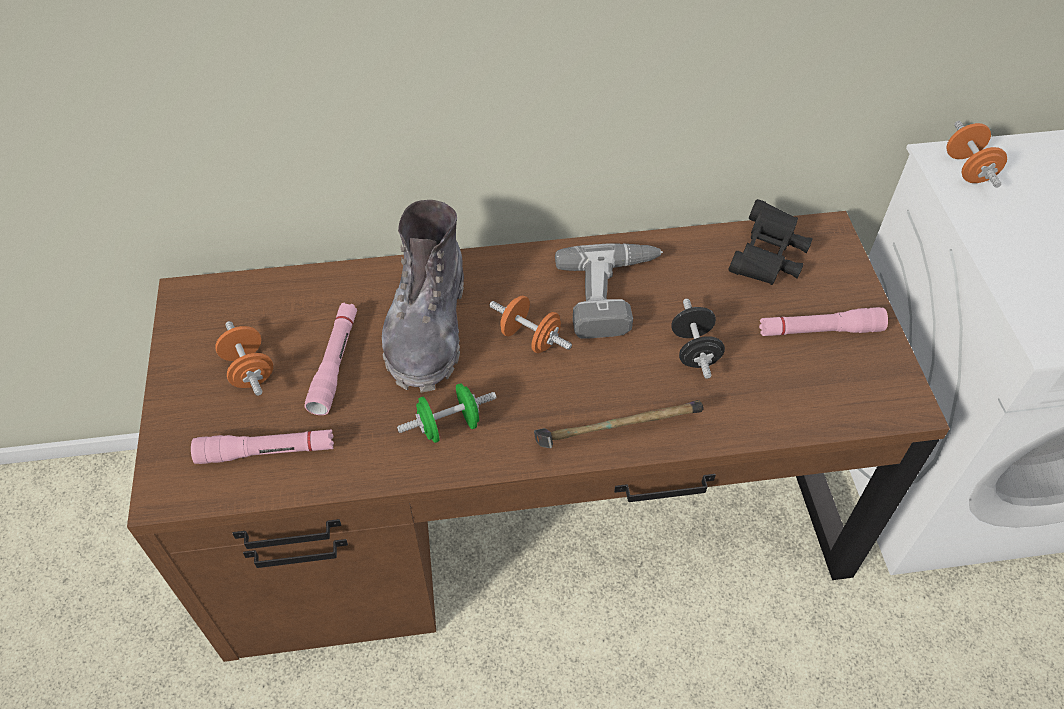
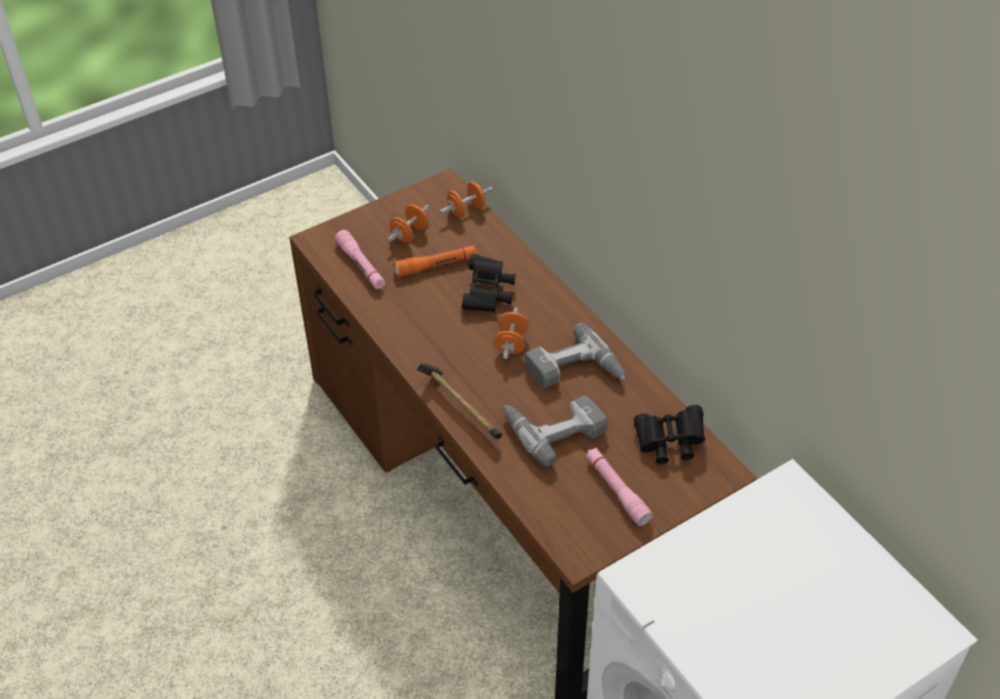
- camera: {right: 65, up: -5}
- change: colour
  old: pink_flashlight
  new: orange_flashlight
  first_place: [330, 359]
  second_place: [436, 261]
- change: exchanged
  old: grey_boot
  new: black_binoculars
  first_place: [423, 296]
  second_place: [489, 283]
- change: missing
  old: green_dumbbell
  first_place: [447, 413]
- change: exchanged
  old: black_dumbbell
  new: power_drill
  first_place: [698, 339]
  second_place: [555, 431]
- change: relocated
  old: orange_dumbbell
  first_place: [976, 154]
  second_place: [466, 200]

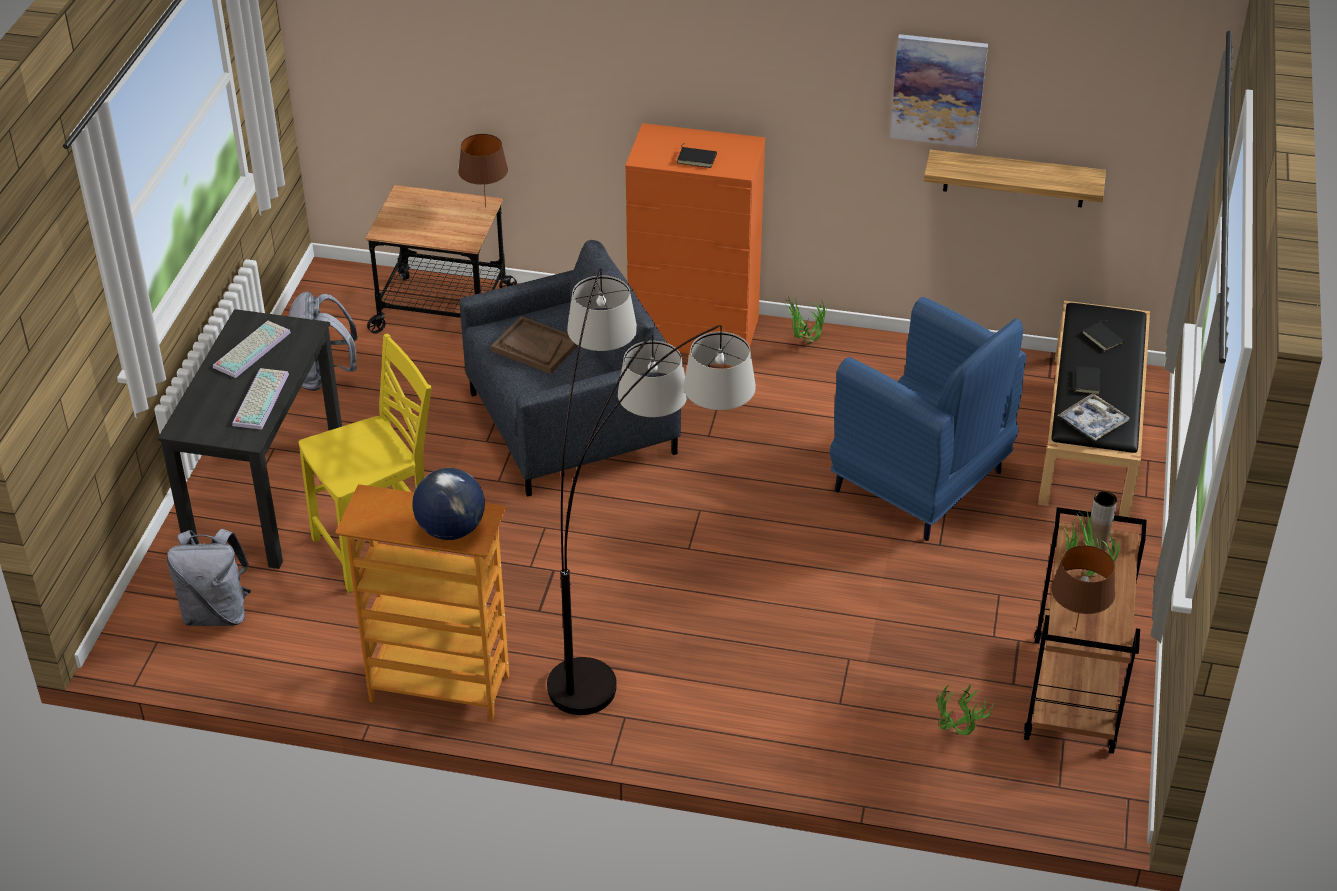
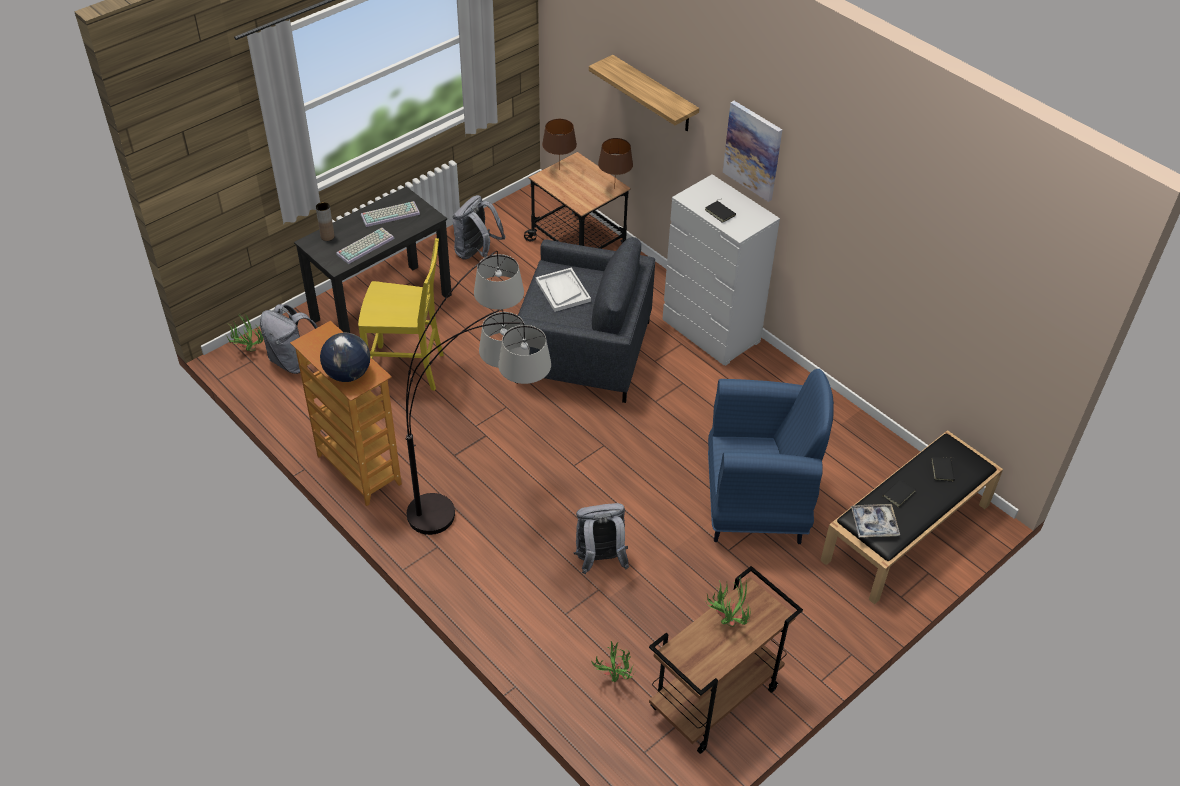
- camera: {right: 35, up: 5}
- change: colour
  old: brown_tray
  new: white_tray
  first_place: [534, 345]
  second_place: [563, 290]
- change: colour
  old: orange_dresser
  new: white_dresser
  first_place: [695, 238]
  second_place: [721, 270]
- change: relocated
  old: potted_plant
  first_place: [806, 320]
  second_place: [245, 333]
- change: spun
  old: blue_armchair
  first_place: [928, 419]
  second_place: [771, 456]
  degrees: -75
- change: relocated
  old: picture
  first_place: [939, 91]
  second_place: [752, 151]
- change: relocated
  old: shelf
  first_place: [1015, 179]
  second_place: [644, 93]
- change: relocated
  old: brown_table_lamp
  first_place: [1083, 588]
  second_place: [559, 144]
- change: relocated
  old: brown_vase
  first_place: [1102, 521]
  second_place: [325, 221]
- change: appeared
  new: grey_backpack
  second_place: [601, 538]

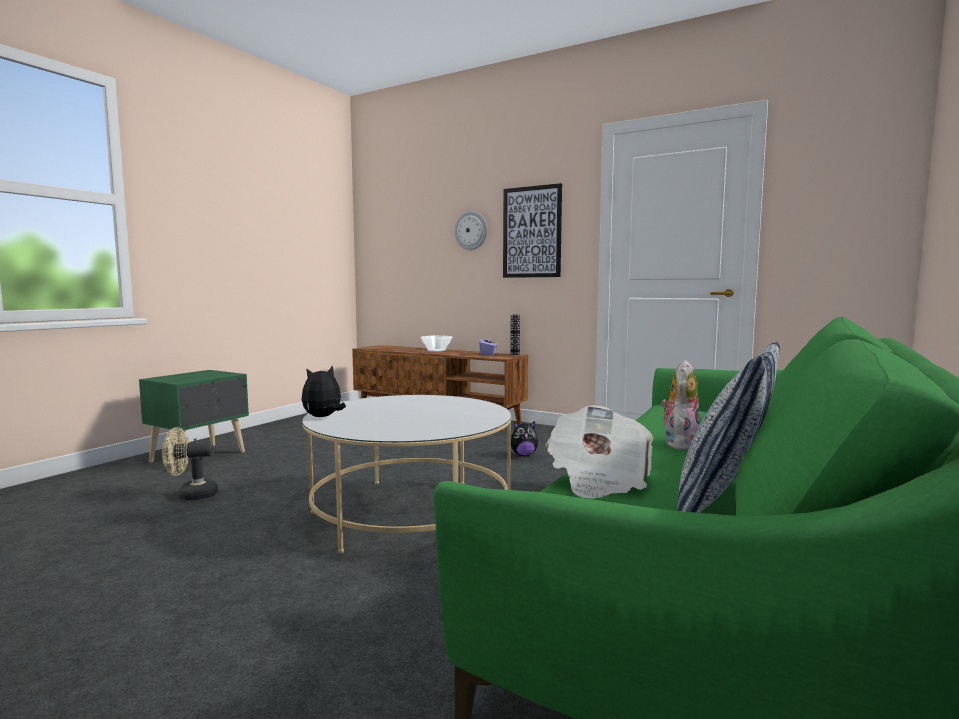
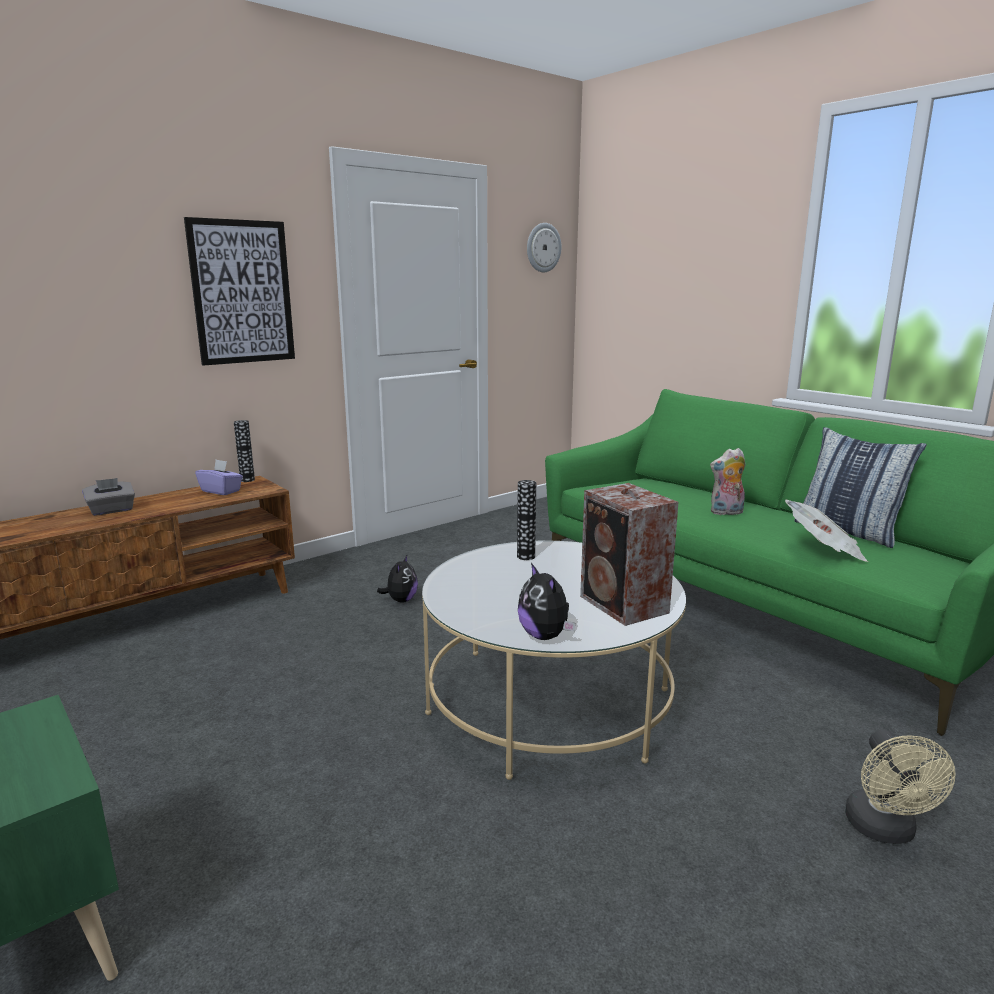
- camera: {right: -70, up: 10}
- change: relocated
  old: beige_fan
  first_place: [190, 463]
  second_place: [900, 787]
- change: exchanged
  old: bowl
  new: grey_tissue_box
  first_place: [437, 343]
  second_place: [108, 497]
- change: relocated
  old: wall_clock
  first_place: [470, 230]
  second_place: [544, 247]
- change: spun
  old: plush_toy
  first_place: [680, 405]
  second_place: [728, 481]
  degrees: -60
- change: appeared
  new: vase
  second_place: [526, 520]
- change: appeared
  new: speaker
  second_place: [629, 554]

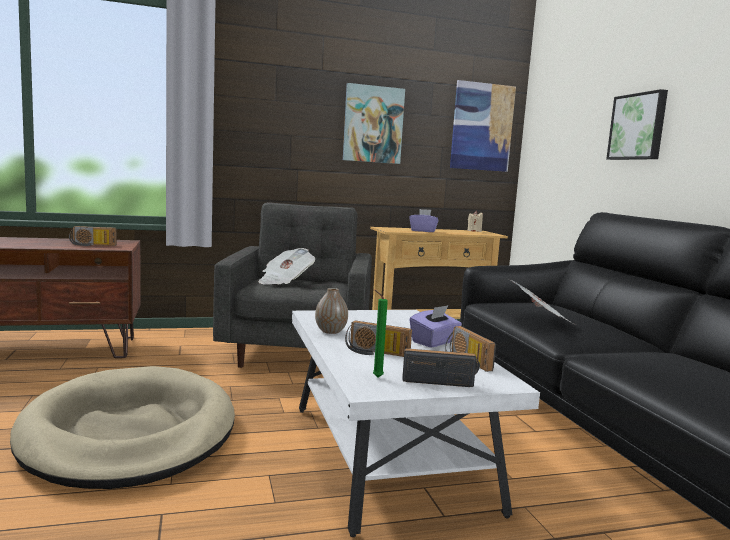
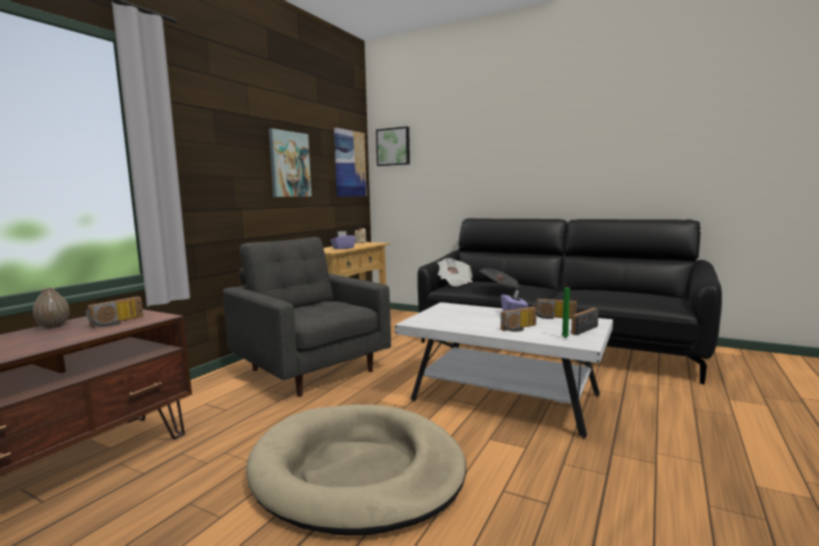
- camera: {right: -45, up: 0}
- change: relocated
  old: newspaper
  first_place: [286, 266]
  second_place: [455, 272]
- change: relocated
  old: vase
  first_place: [331, 311]
  second_place: [51, 308]
- change: relocated
  old: picture
  first_place: [637, 124]
  second_place: [393, 146]

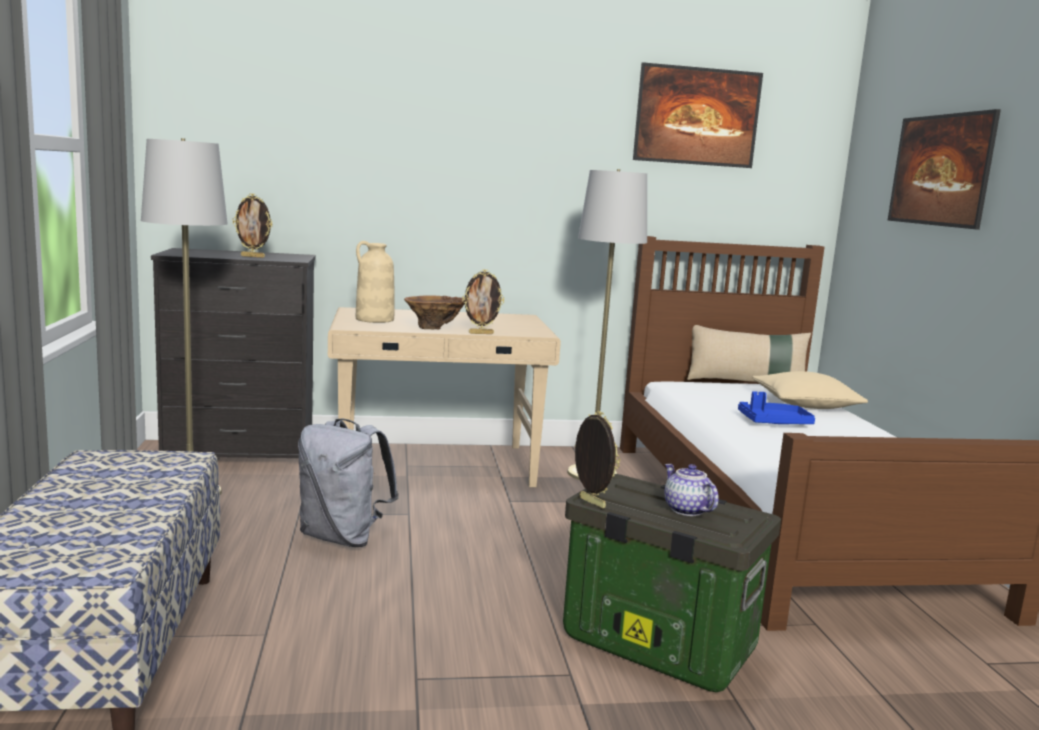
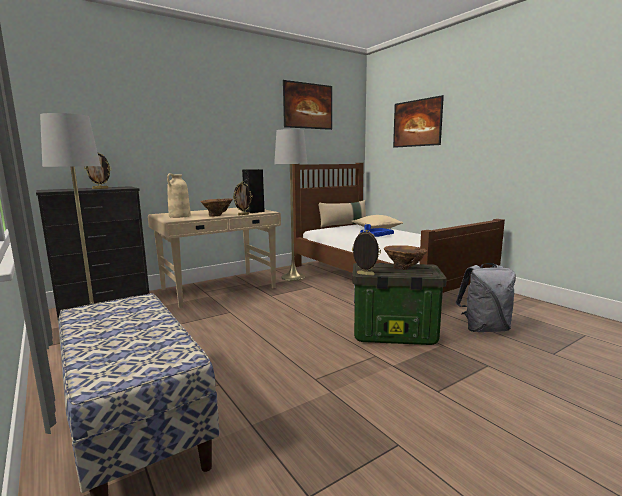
- camera: {right: -25, up: 0}
- change: relocated
  old: grey_backpack
  first_place: [348, 483]
  second_place: [486, 297]
- change: exchanged
  old: teapot
  new: brown_vase
  first_place: [692, 490]
  second_place: [405, 257]
- change: appeared
  new: black_speaker
  second_place: [253, 191]

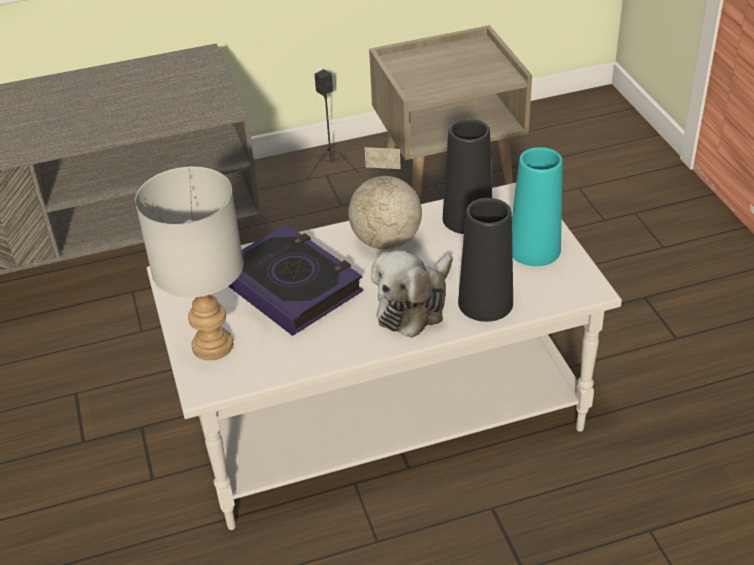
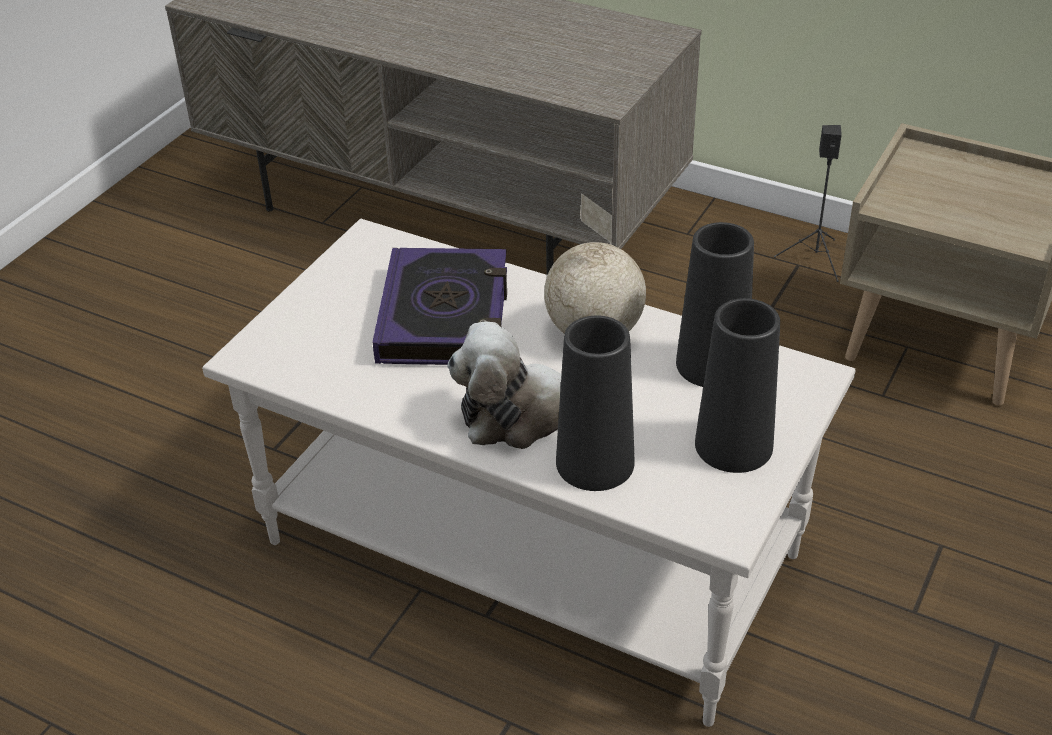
- camera: {right: 45, up: 0}
- change: missing
  old: grey_table_lamp
  first_place: [189, 263]
- change: colour
  old: turquoise_vase
  new: black_vase
  first_place: [537, 206]
  second_place: [737, 385]

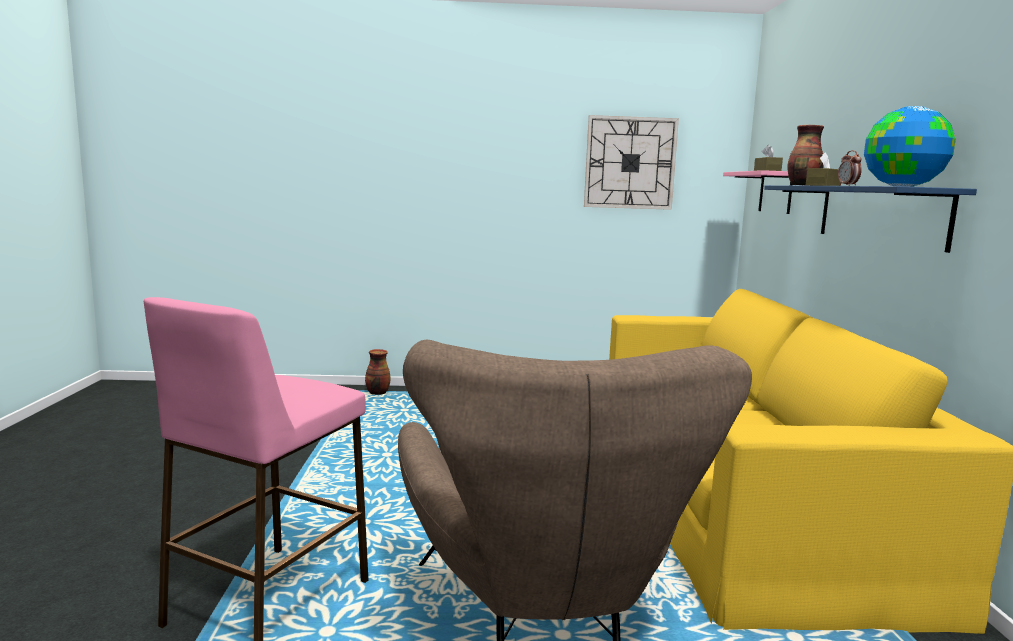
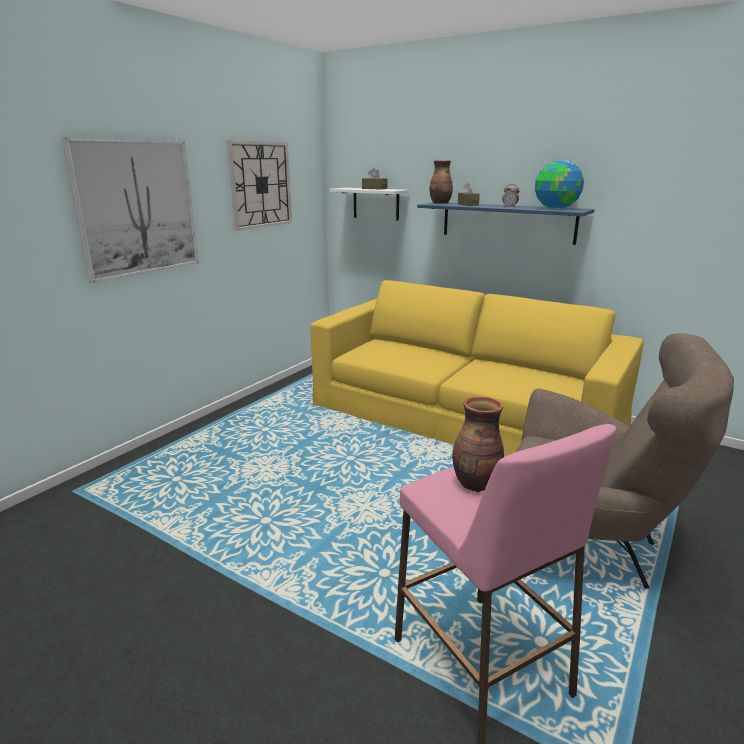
- camera: {right: -55, up: 10}
- change: relocated
  old: vase
  first_place: [378, 372]
  second_place: [478, 444]
- change: colour
  old: pink_shelf
  new: white_shelf
  first_place: [758, 192]
  second_place: [369, 204]
- change: appeared
  new: picture
  second_place: [130, 210]

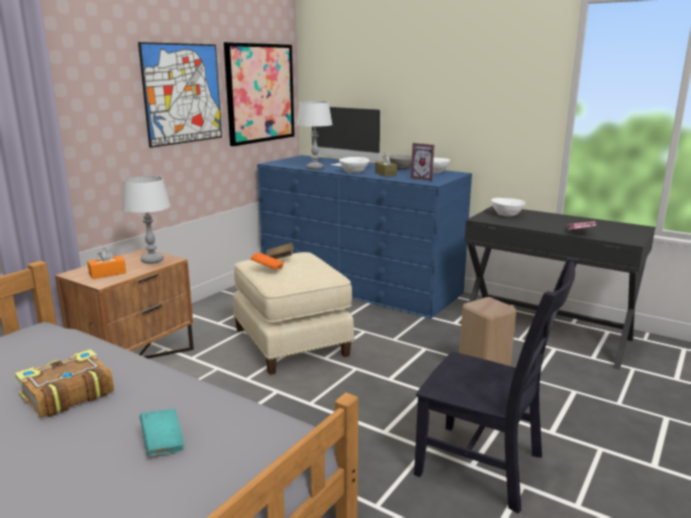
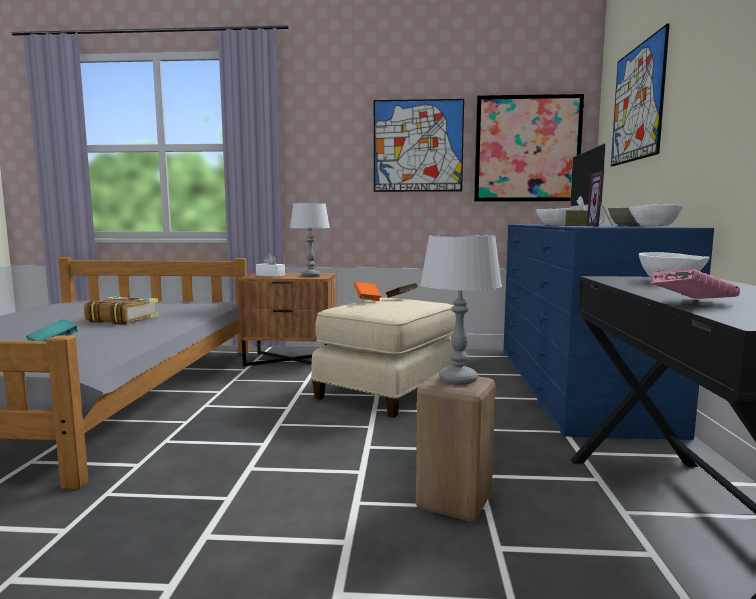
- camera: {right: 60, up: -10}
- change: colour
  old: orange_tissue_box
  new: white_tissue_box
  first_place: [106, 263]
  second_place: [270, 265]
- change: relocated
  old: grey_table_lamp
  first_place: [315, 135]
  second_place: [461, 310]
- change: missing
  old: black_chair
  first_place: [496, 385]
- change: appeared
  new: picture
  second_place: [640, 94]

